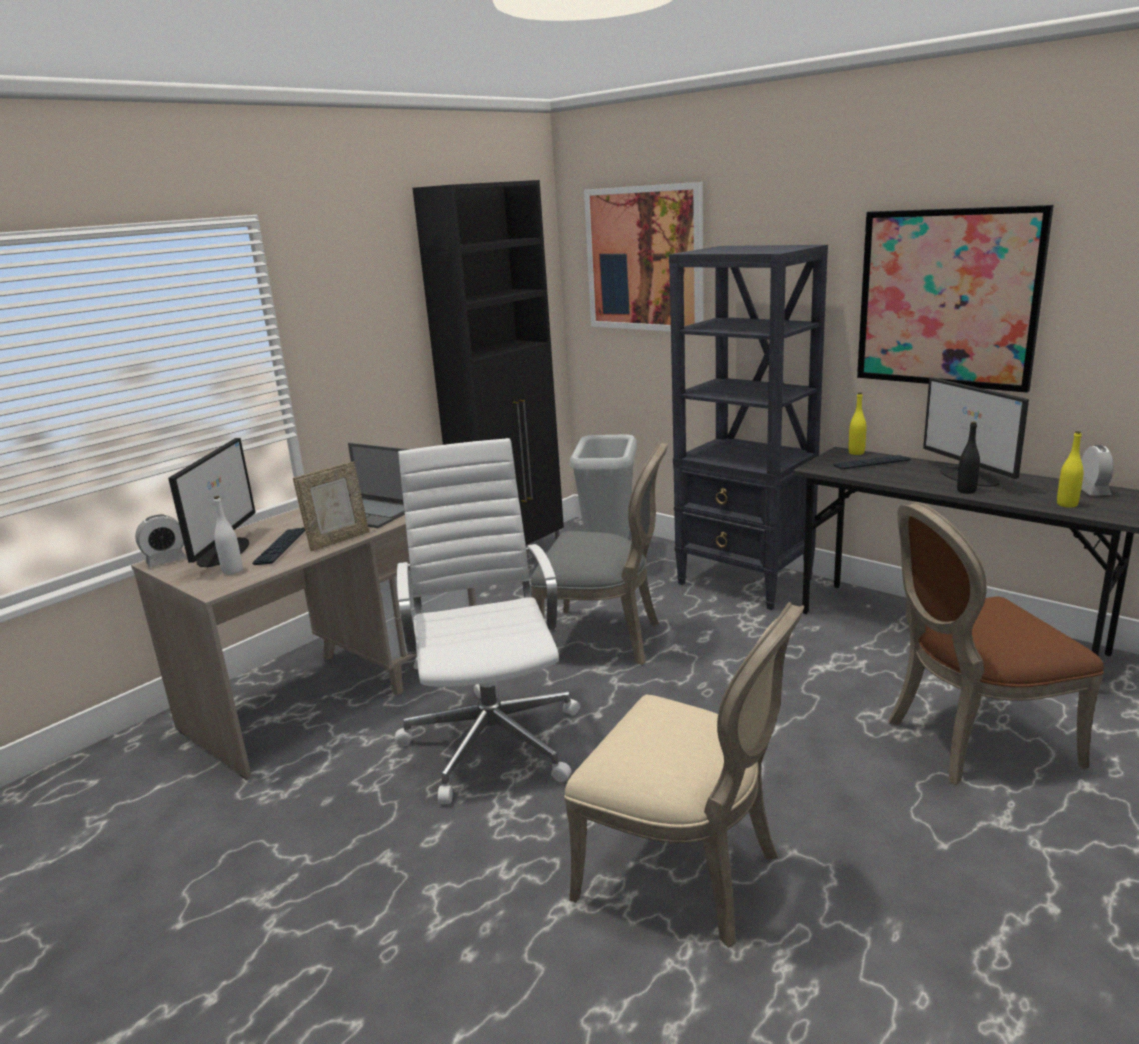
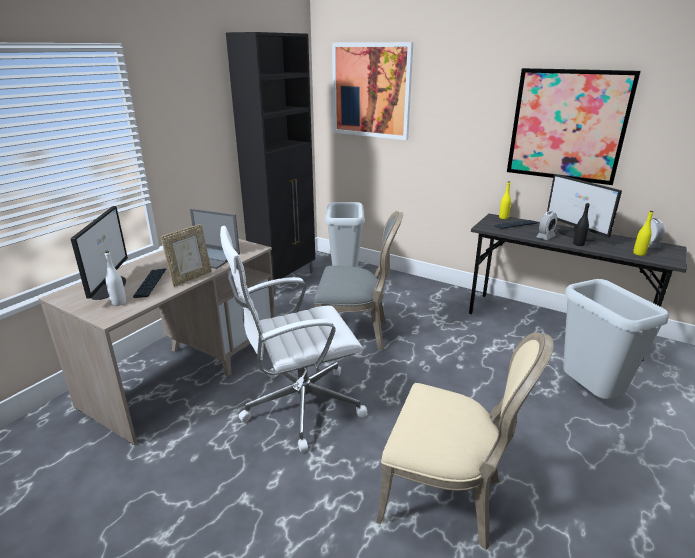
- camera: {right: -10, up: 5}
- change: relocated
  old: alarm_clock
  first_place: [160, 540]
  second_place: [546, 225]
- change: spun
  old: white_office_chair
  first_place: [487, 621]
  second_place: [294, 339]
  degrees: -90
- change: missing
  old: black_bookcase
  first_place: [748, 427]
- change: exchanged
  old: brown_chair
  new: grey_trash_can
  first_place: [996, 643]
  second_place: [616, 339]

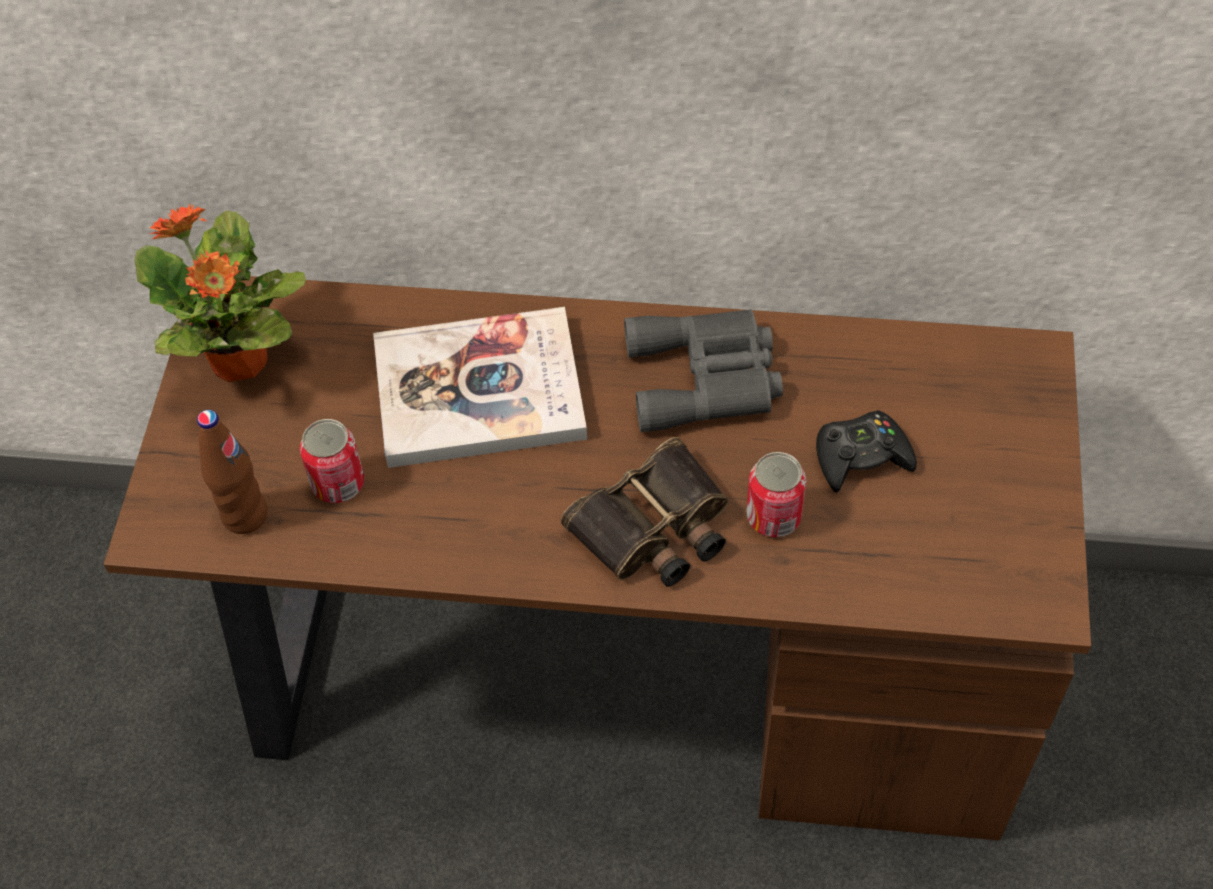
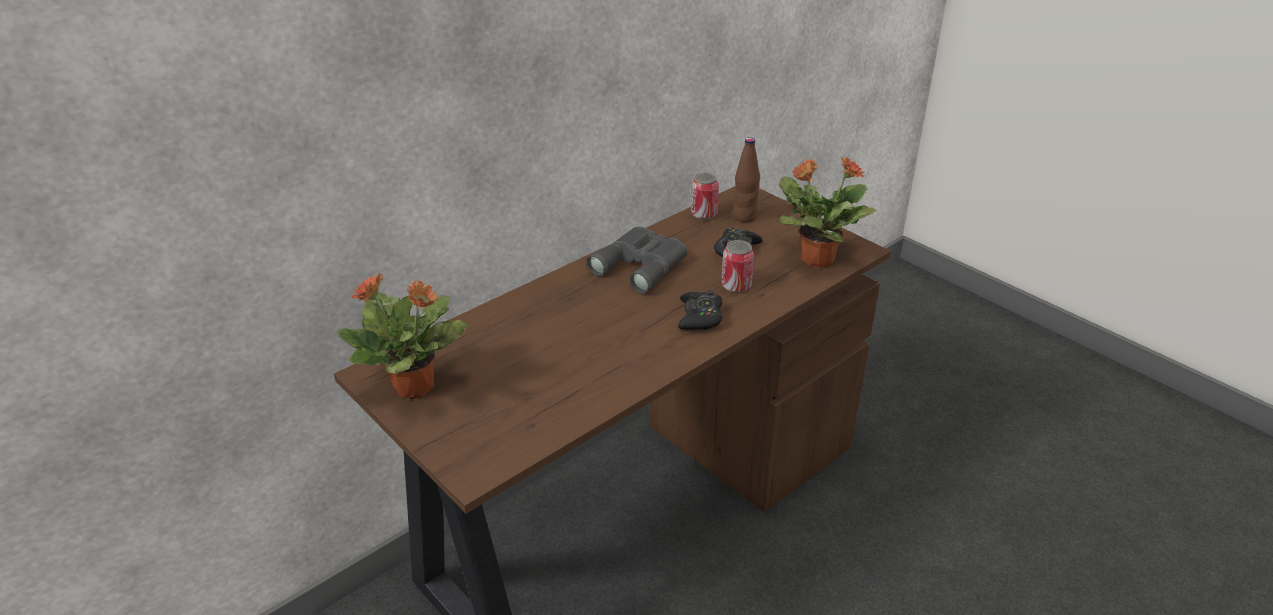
- camera: {right: -50, up: -20}
- change: relocated
  old: brown_bottle
  first_place: [232, 472]
  second_place: [746, 179]
- change: relocated
  old: can
  first_place: [332, 461]
  second_place: [705, 196]
- change: missing
  old: book
  first_place: [480, 387]
- change: exchanged
  old: binoculars
  new: black_game_controller
  first_place: [644, 512]
  second_place: [700, 310]
- change: appeared
  new: potted_plant
  second_place: [827, 212]

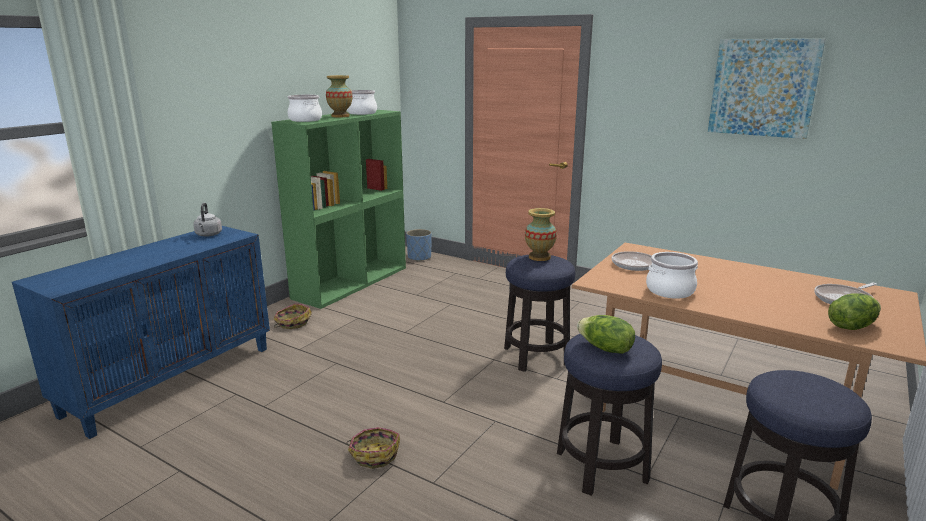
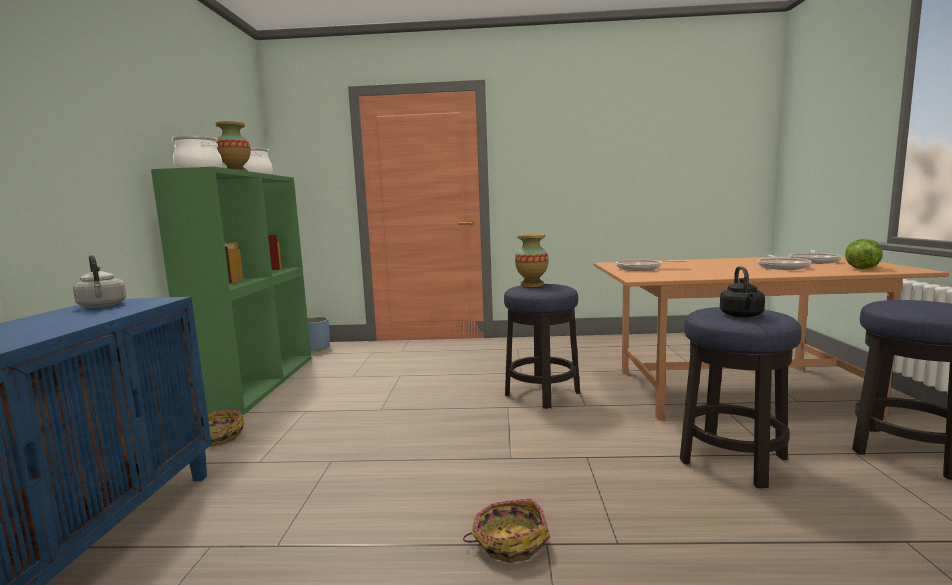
- camera: {right: -30, up: -10}
- change: exchanged
  old: lettuce
  new: black_kettle
  first_place: [606, 334]
  second_place: [742, 292]
- change: missing
  old: cooking_pot
  first_place: [672, 275]
- change: missing
  old: picture
  first_place: [766, 89]
- change: appeared
  new: frying_pan
  second_place: [784, 262]

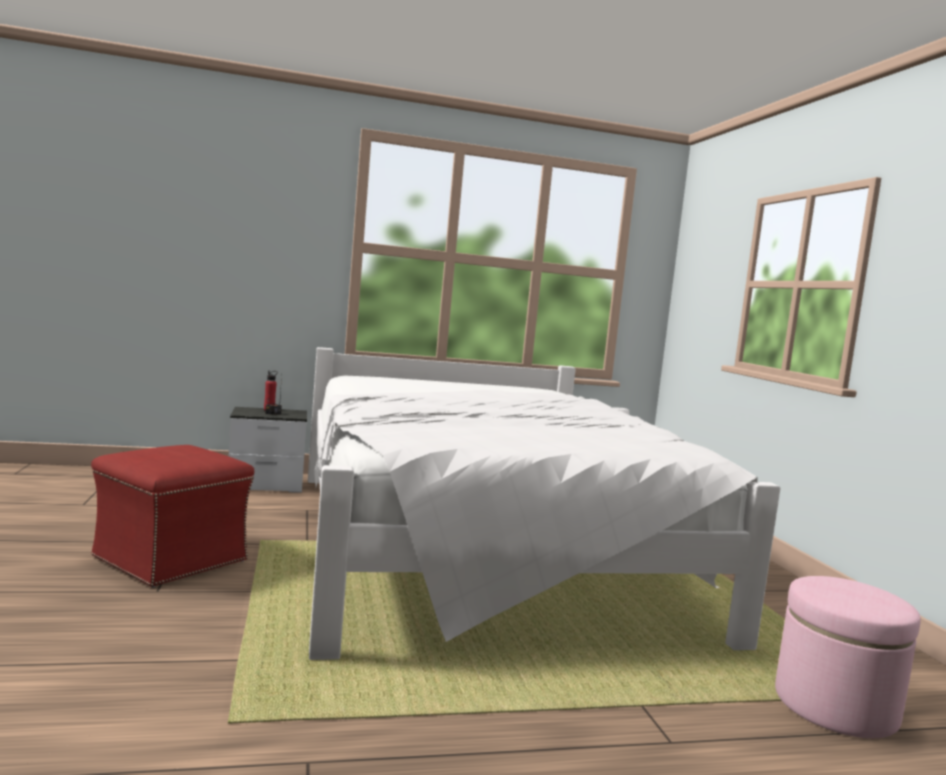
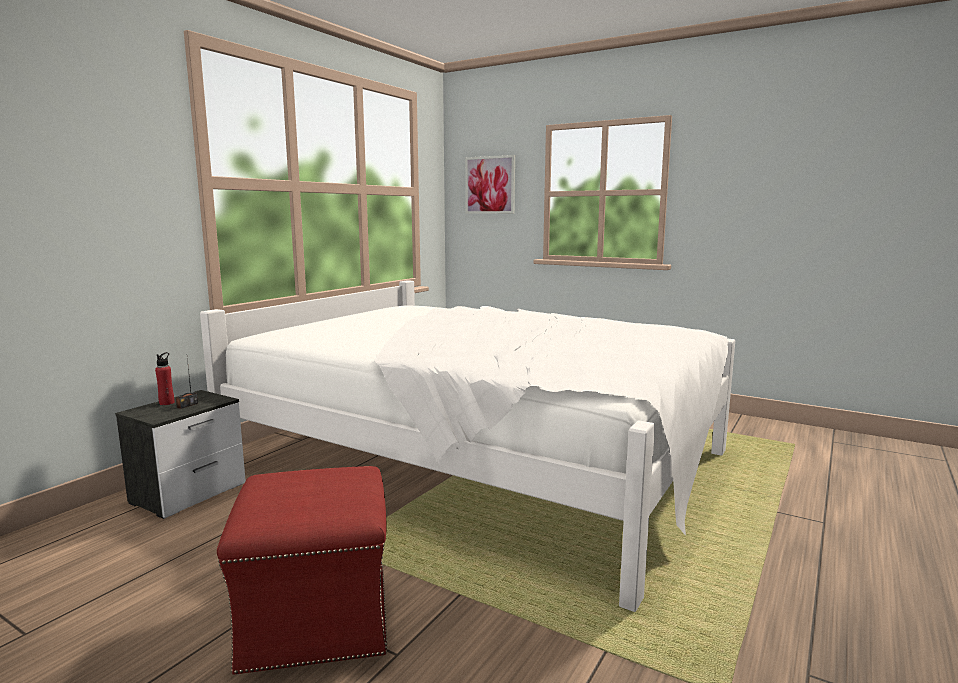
- camera: {right: -45, up: 5}
- change: missing
  old: pink_ottoman
  first_place: [848, 657]
- change: appeared
  new: picture
  second_place: [490, 184]

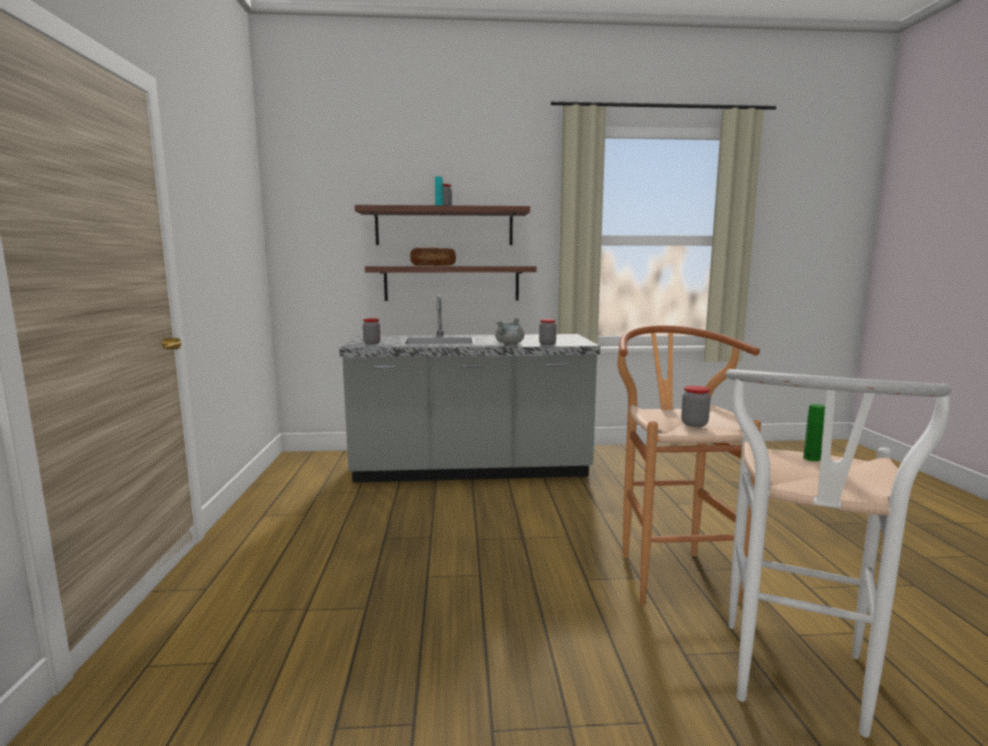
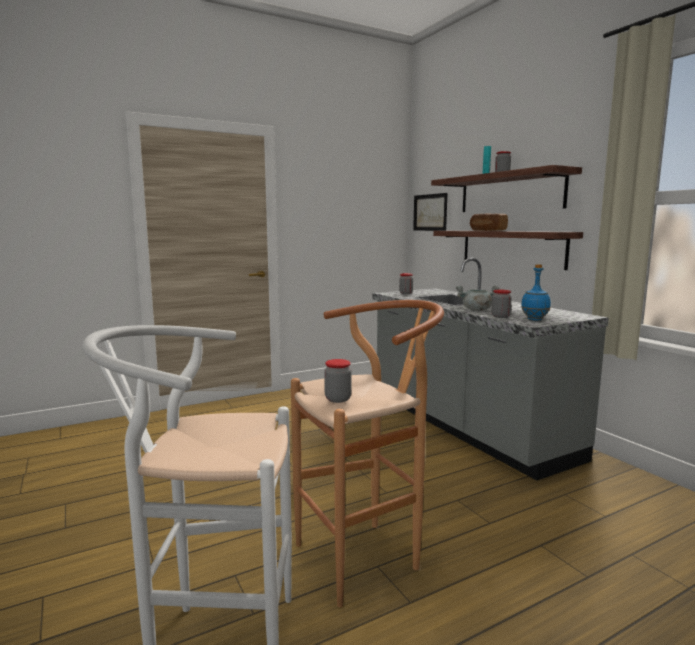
- camera: {right: 65, up: 0}
- change: missing
  old: green_bottle
  first_place: [814, 432]
- change: appeared
  new: picture
  second_place: [430, 212]
- change: appeared
  new: blue_bottle
  second_place: [536, 292]

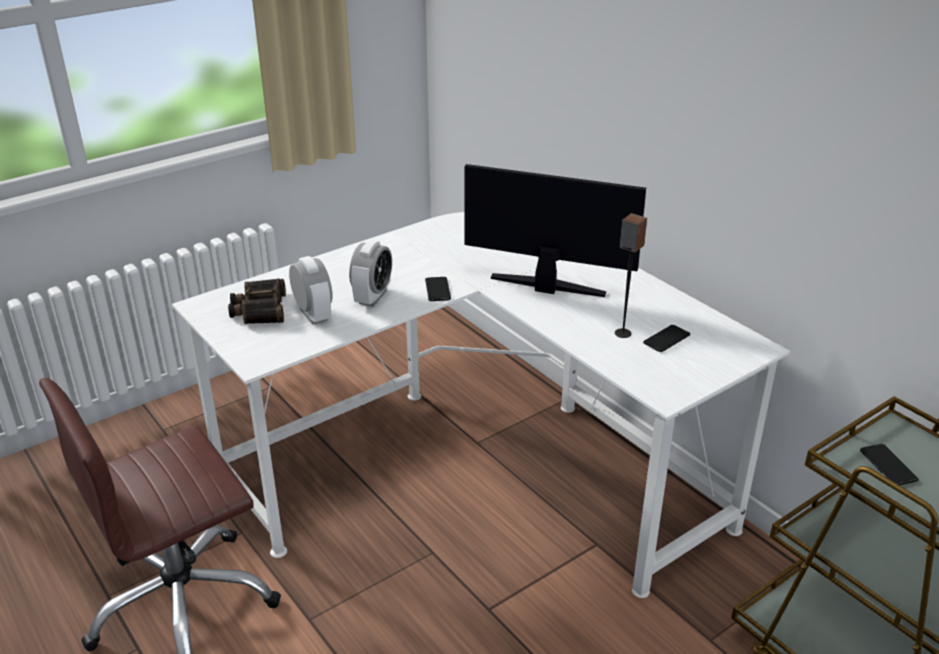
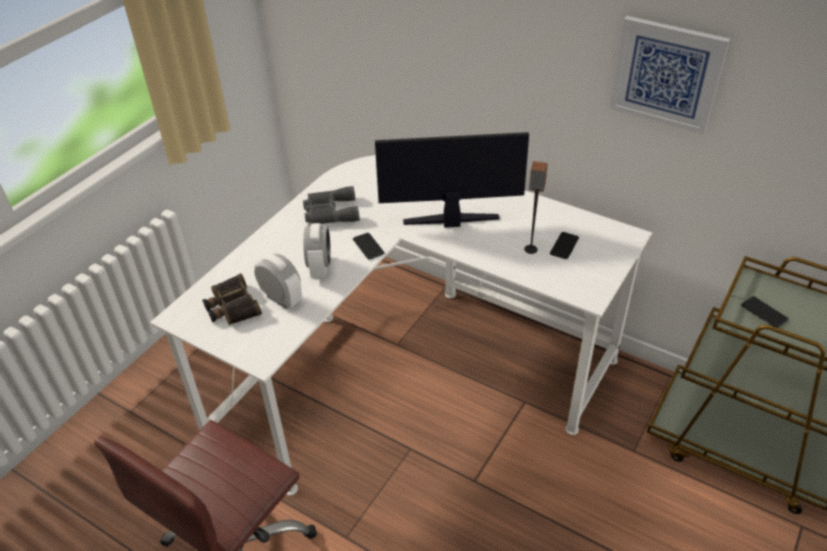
- camera: {right: -20, up: 10}
- change: appeared
  new: grey_binoculars
  second_place: [331, 205]
- change: appeared
  new: picture
  second_place: [669, 75]

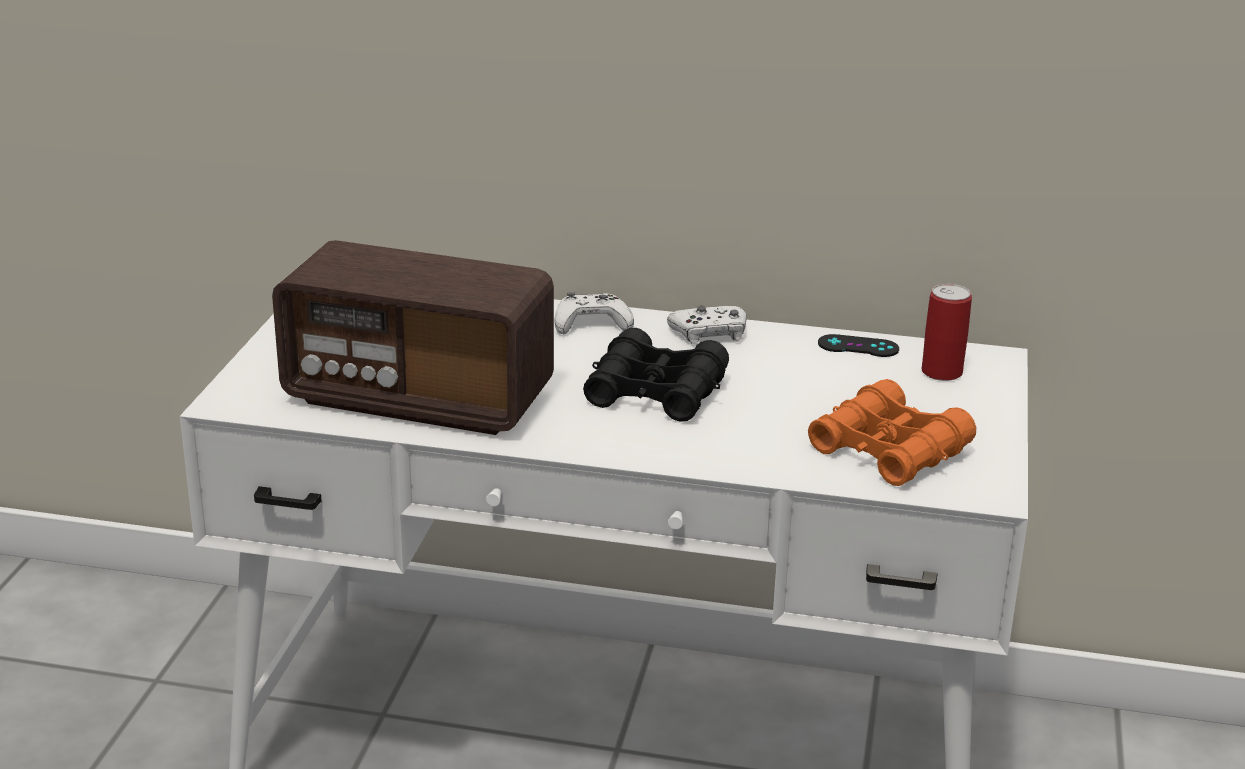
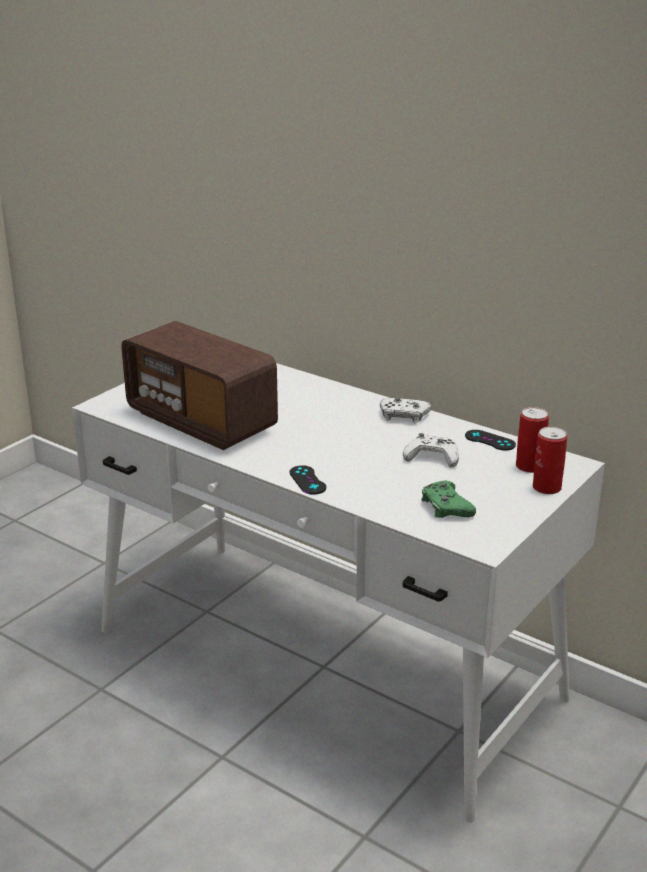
- camera: {right: 25, up: 0}
- change: relocated
  old: white_game_controller
  first_place: [594, 313]
  second_place: [431, 450]
- change: missing
  old: black_binoculars
  first_place: [656, 375]
- change: exchanged
  old: orange_binoculars
  new: green_game_controller
  first_place: [892, 432]
  second_place: [448, 499]
- change: appeared
  new: black_game_controller
  second_place: [307, 480]
- change: appeared
  new: can
  second_place: [550, 460]

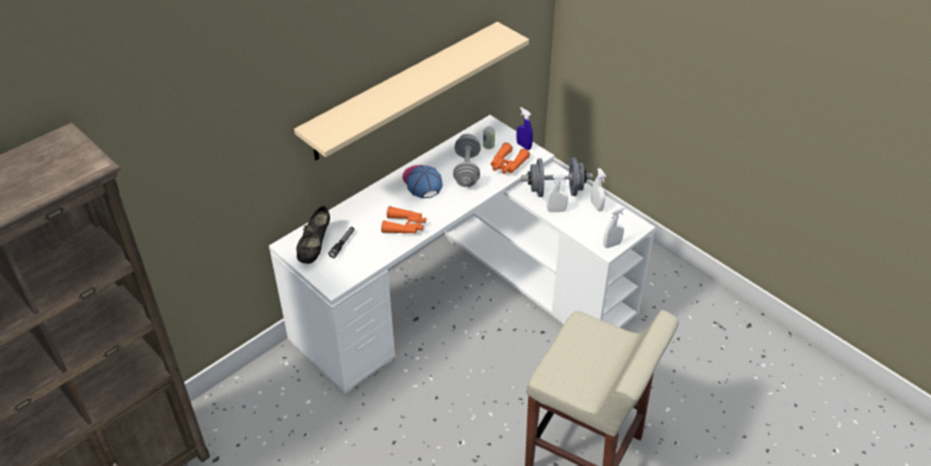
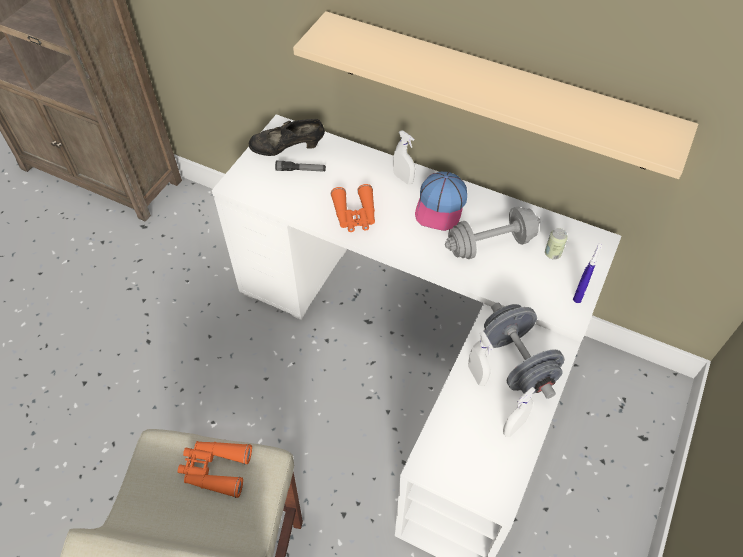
- camera: {right: 70, up: 10}
- change: spun
  old: cap
  first_place: [422, 181]
  second_place: [441, 201]
  degrees: 150
- change: relocated
  old: orange_binoculars
  first_place: [510, 158]
  second_place: [215, 469]
- change: relocated
  old: white_spray_bottle
  first_place: [614, 227]
  second_place: [404, 157]

